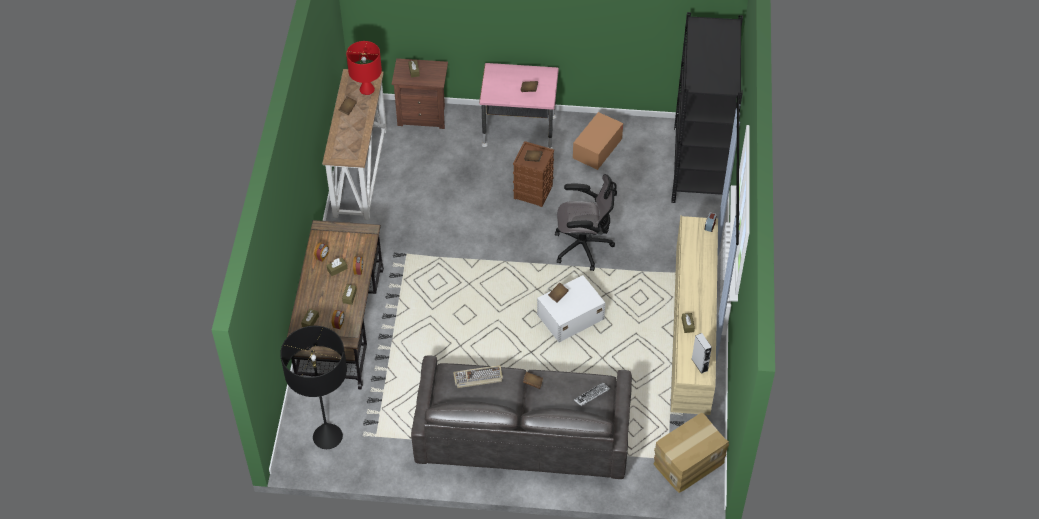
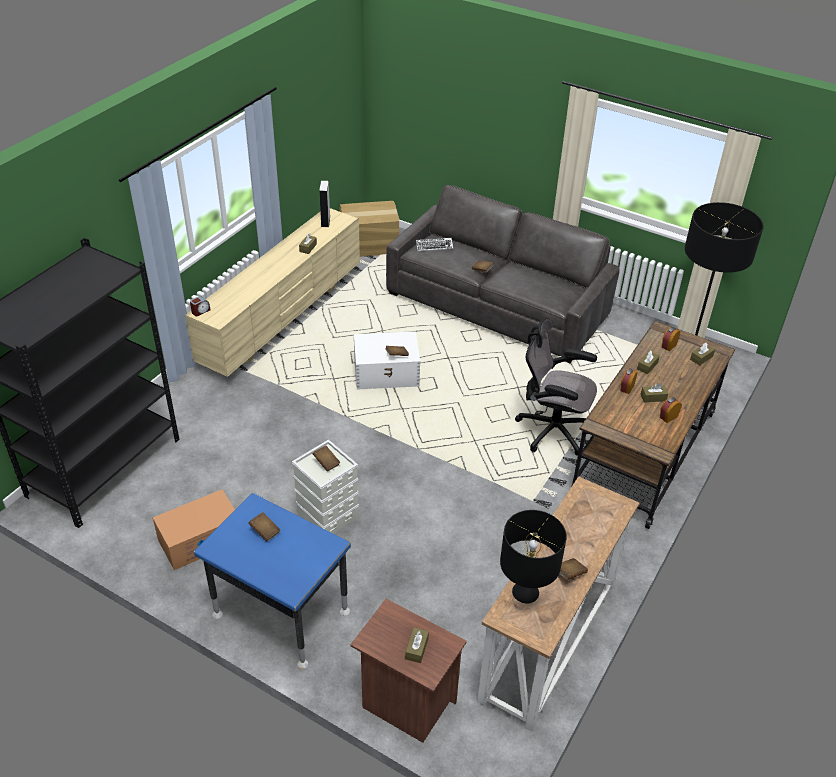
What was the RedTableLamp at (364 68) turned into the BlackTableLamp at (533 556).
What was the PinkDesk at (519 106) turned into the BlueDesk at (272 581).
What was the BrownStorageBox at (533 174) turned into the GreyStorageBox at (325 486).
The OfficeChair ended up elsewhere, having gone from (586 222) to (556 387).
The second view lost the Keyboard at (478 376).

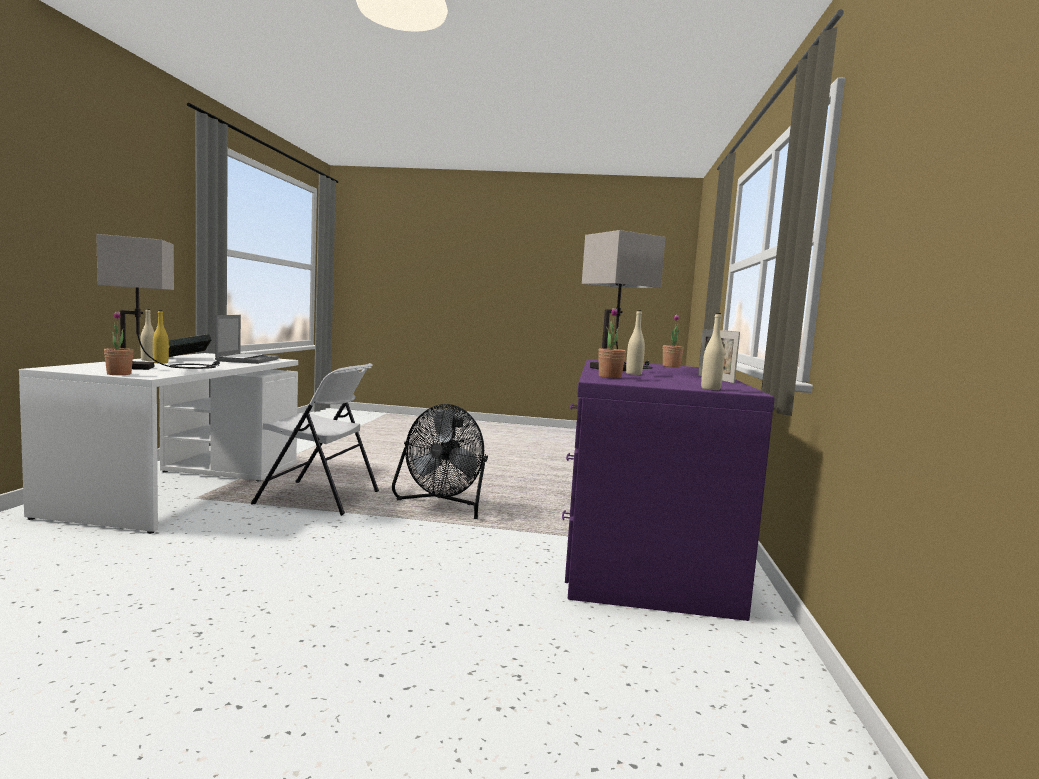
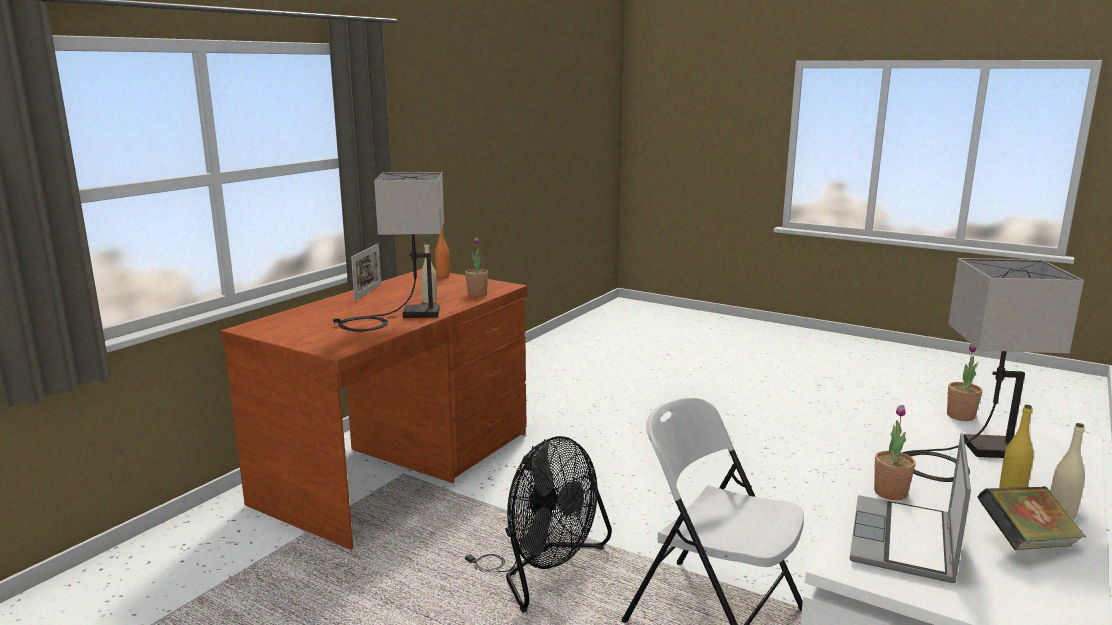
What was the BeigeBottle at (713 351) turned into the OrangeBottle at (442 252).
The PottedPlant ended up elsewhere, having gone from (673 341) to (895 452).
What was the PurpleDesk at (668 490) turned into the BrownDesk at (374 409).
The BlackFan at (440 461) ended up facing another way, 75 degrees clockwise from before.

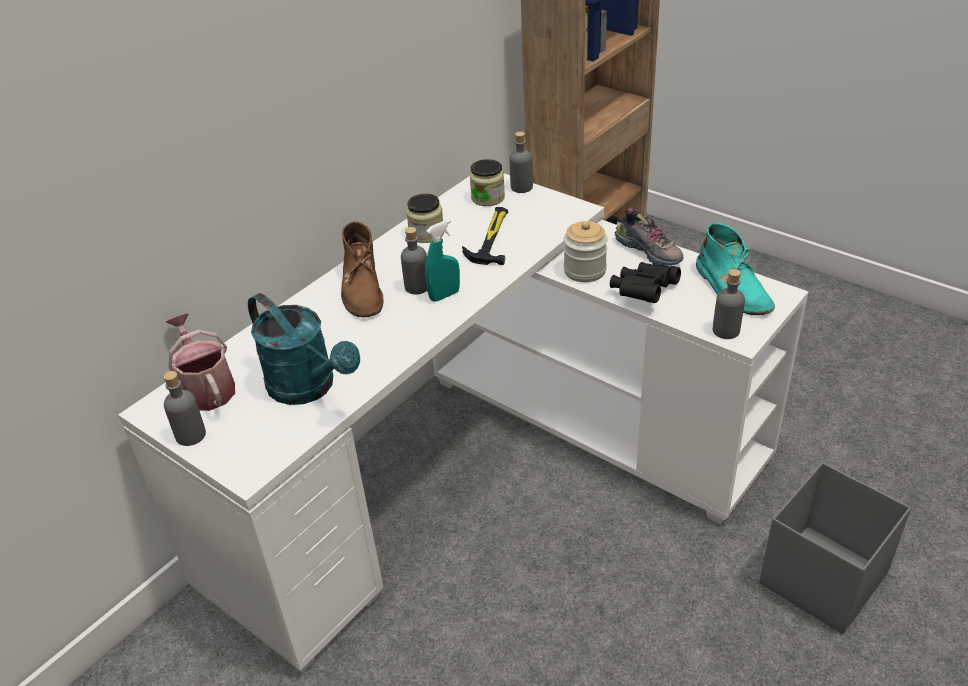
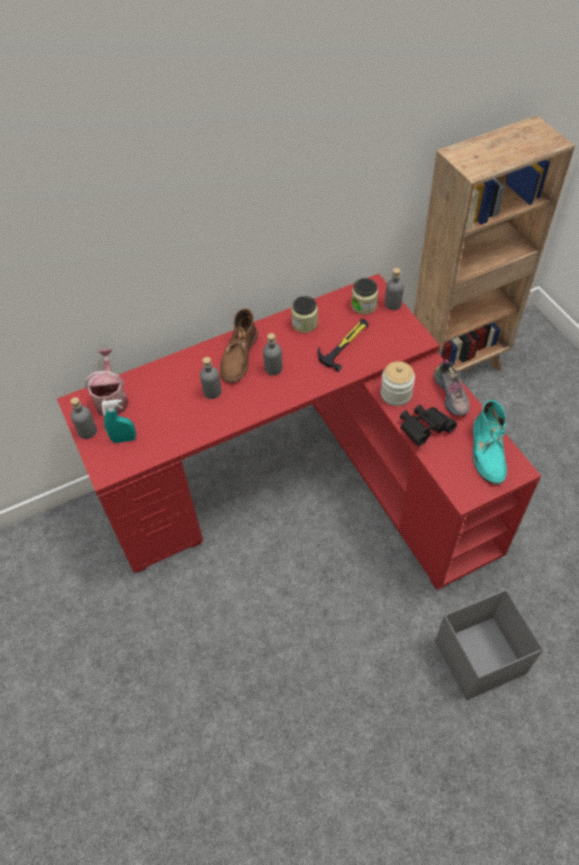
What was the WhiteDesk at (463 423) turned into the RedDesk at (299 432).
The TurquoiseSprayBottle ended up elsewhere, having gone from (442 260) to (119 421).
The GreyBottle ended up elsewhere, having gone from (729 304) to (211 378).
The second view lost the TurquoiseWateringCan at (304 349).

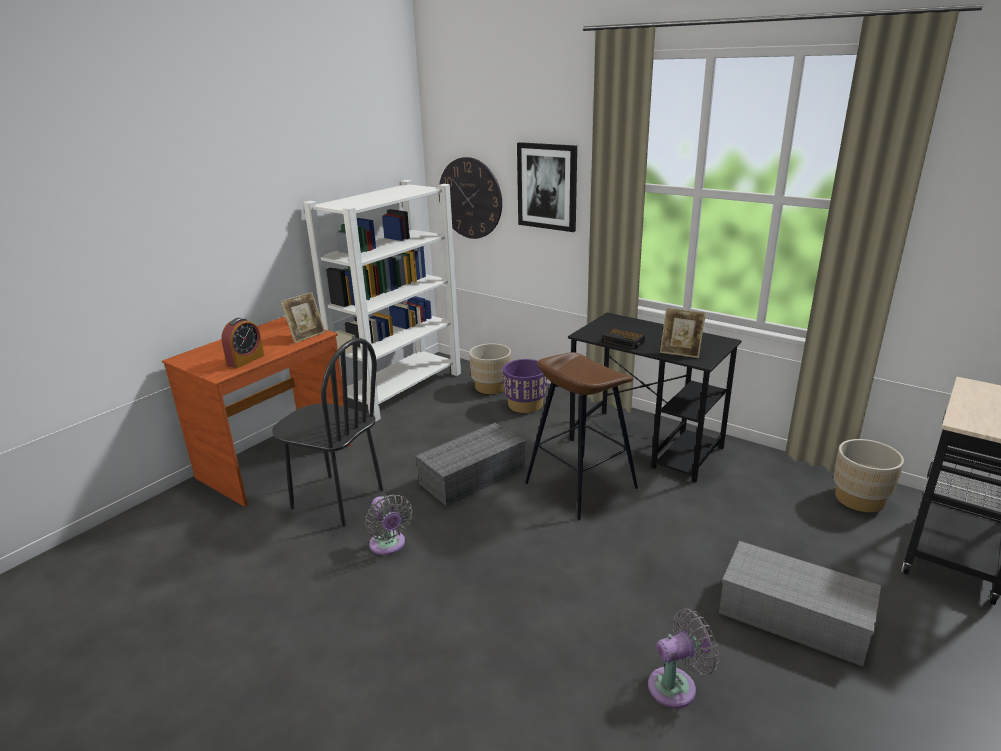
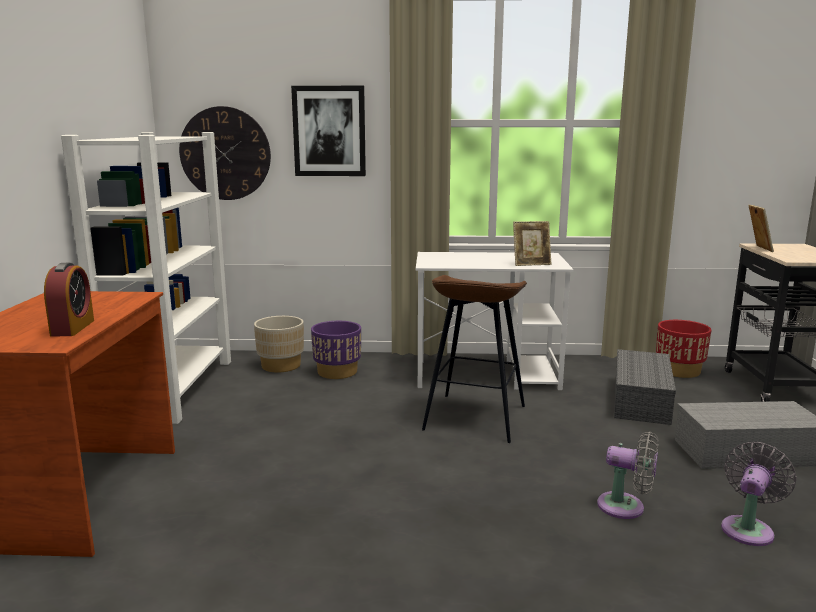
The PictureFrame ended up elsewhere, having gone from (302 317) to (761 228).
What was the BlackDesk at (654 397) turned into the WhiteDesk at (495 321).
The second view lost the AlarmClock at (623 339).
The second view lost the BlackChair at (327 432).
The GreyStorageBox ended up elsewhere, having gone from (470 464) to (645 387).
What was the BeigePlanter at (869 475) turned into the RedPlanter at (683 349).
The GreyFan ended up elsewhere, having gone from (389 524) to (628 475).

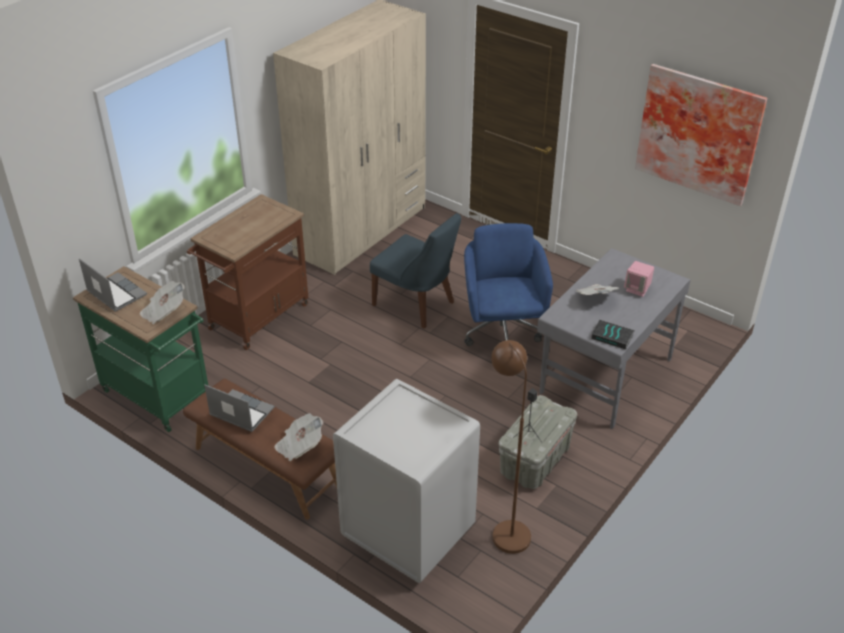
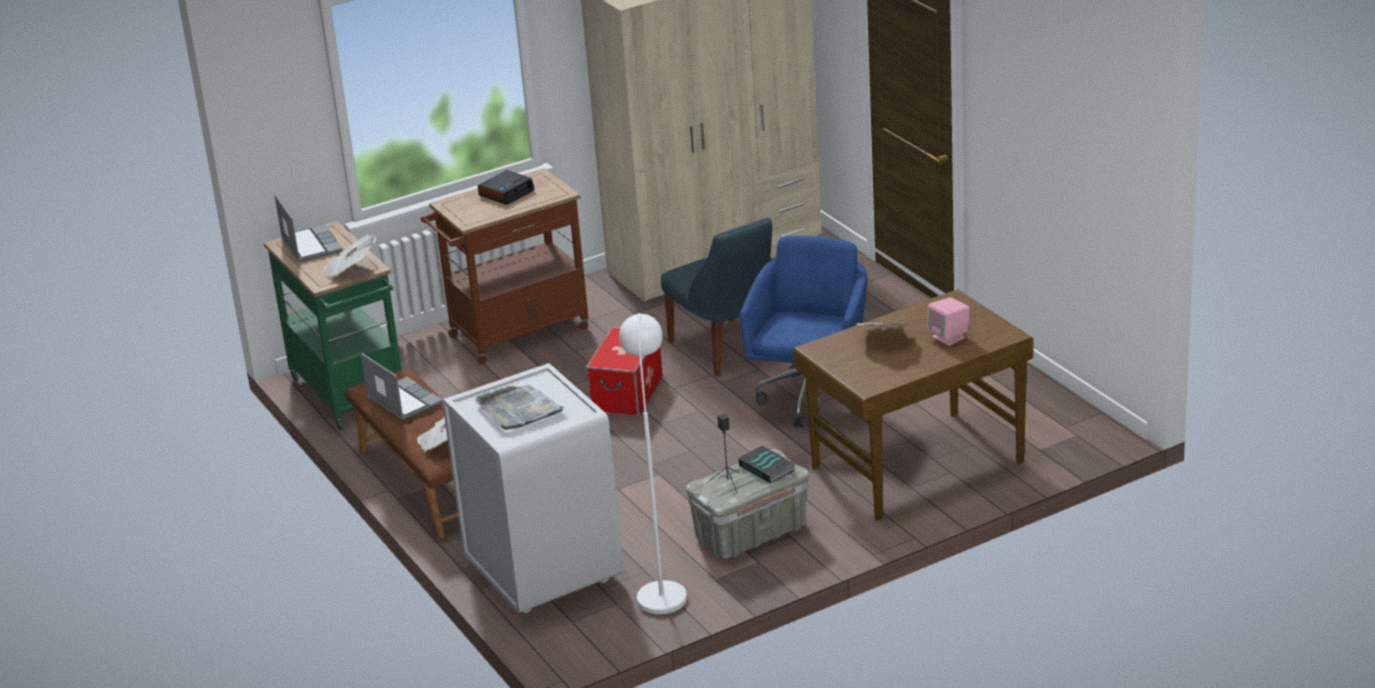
The second view lost the Picture at (701 135).
What was the GreyDesk at (614 338) turned into the BrownDesk at (913 405).
The Book ended up elsewhere, having gone from (613 335) to (766 464).
What was the BrownFloorLamp at (511 447) turned into the WhiteFloorLamp at (653 464).
The second view gained the AlarmClock at (506 187).
The second view gained the StorageBox at (624 372).
The second view gained the GreyTray at (520 407).

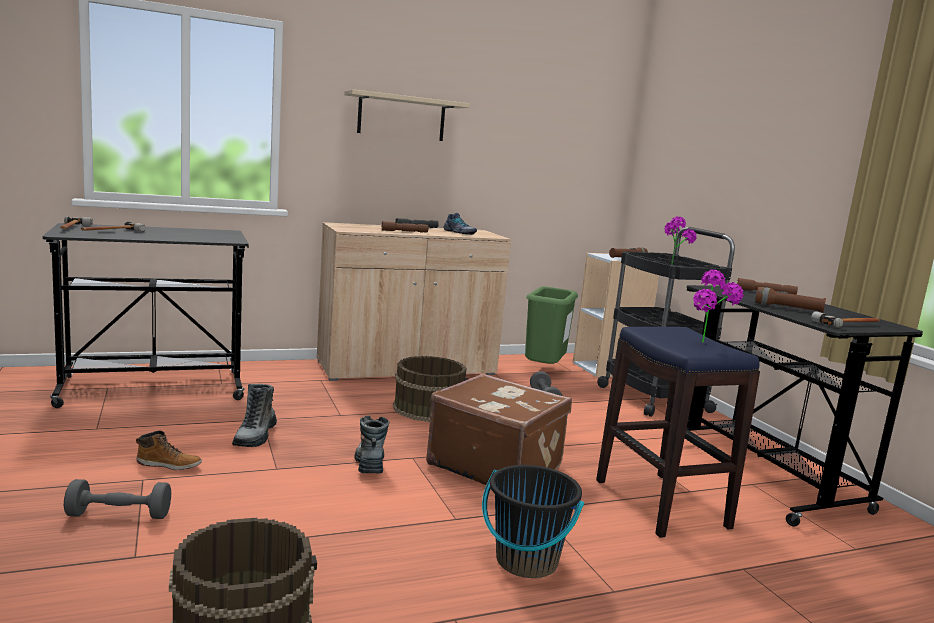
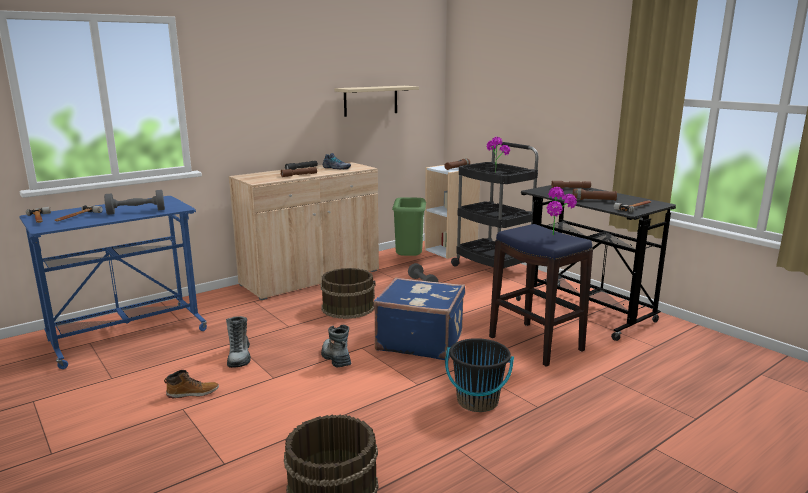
The BeigeShelf ended up elsewhere, having gone from (407 115) to (377 101).
What was the BlackDesk at (146 315) turned into the BlueDesk at (113 282).
What was the BrownSuitcase at (499 429) turned into the BlueSuitcase at (419 318).
The GreyDumbbell ended up elsewhere, having gone from (117 499) to (134 202).

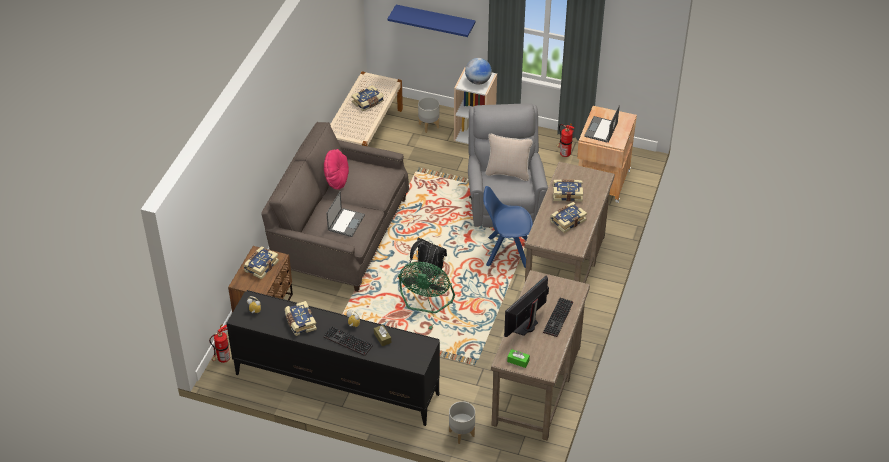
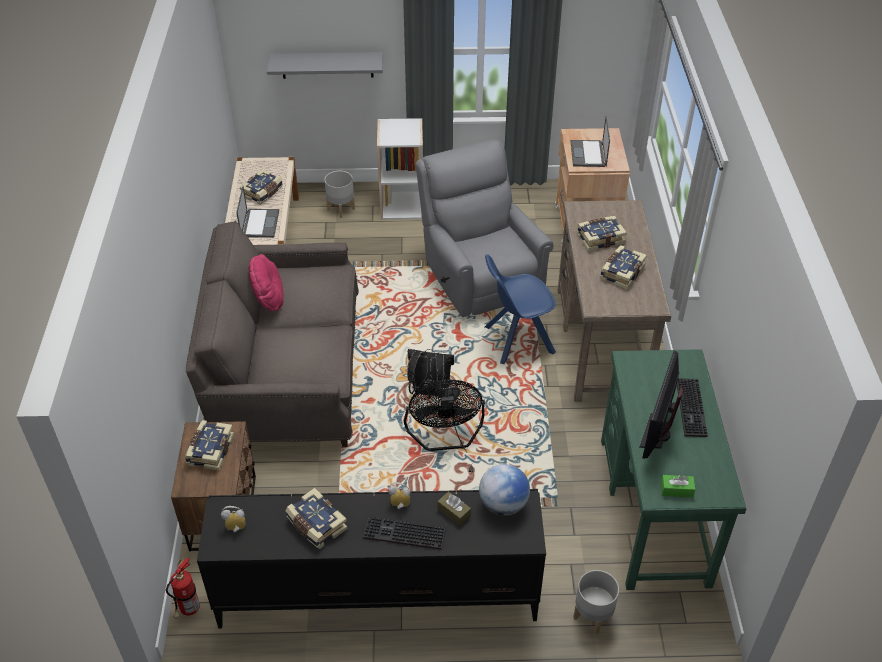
What was the BlueShelf at (431 21) turned into the GreyShelf at (325 65).
The Globe ended up elsewhere, having gone from (478 71) to (504 490).
The second view lost the FireExtinguisher at (565 140).
The second view lost the BeigePillow at (509 157).
The Laptop ended up elsewhere, having gone from (345 214) to (257 212).
What was the GreenFan at (426 296) turned into the BlackFan at (444 426).
What was the BrownDesk at (540 355) turned into the GreenDesk at (673 469).

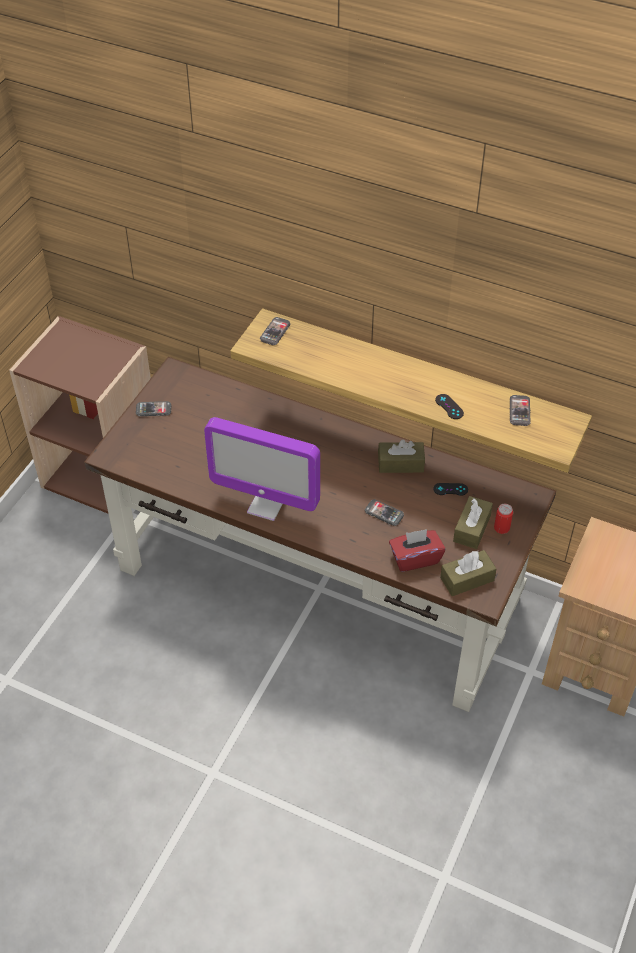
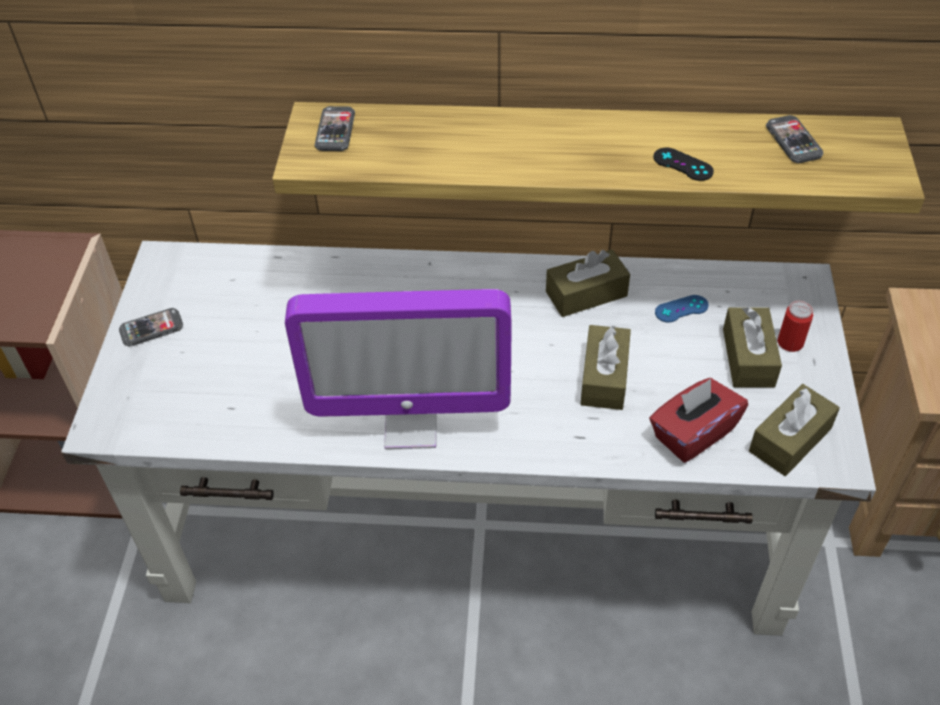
What was the BrownDesk at (320 534) turned into the WhiteDesk at (468 438).
What was the BlackGameController at (450 489) turned into the BlueGameController at (682 309).
Where the Phone stood at (384 512), the BrownTissueBox came to stand at (605 367).

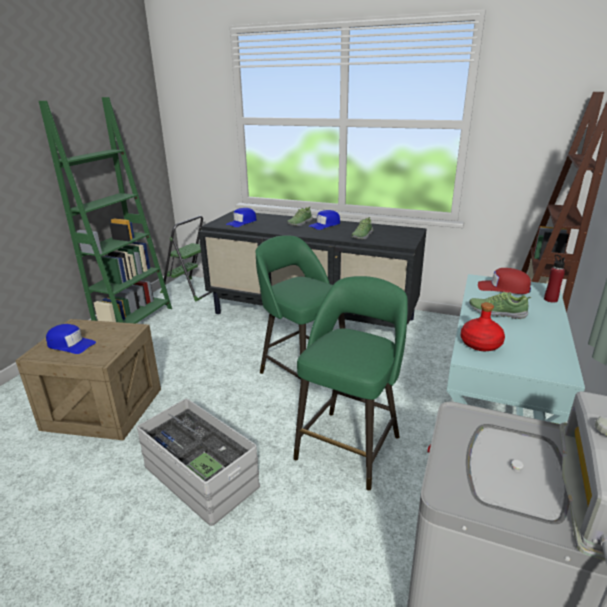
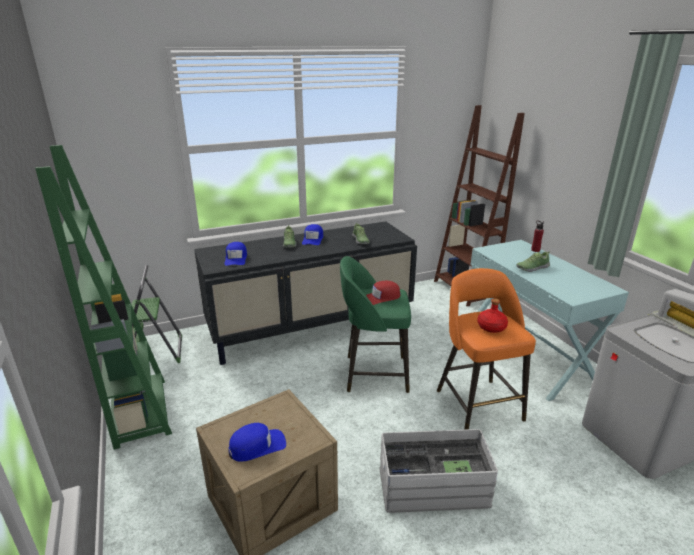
The RedCap ended up elsewhere, having gone from (504 281) to (383 293).
What was the GreenStool at (350 383) turned into the OrangeStool at (486 349).
The RedBottle ended up elsewhere, having gone from (483 327) to (492 315).

